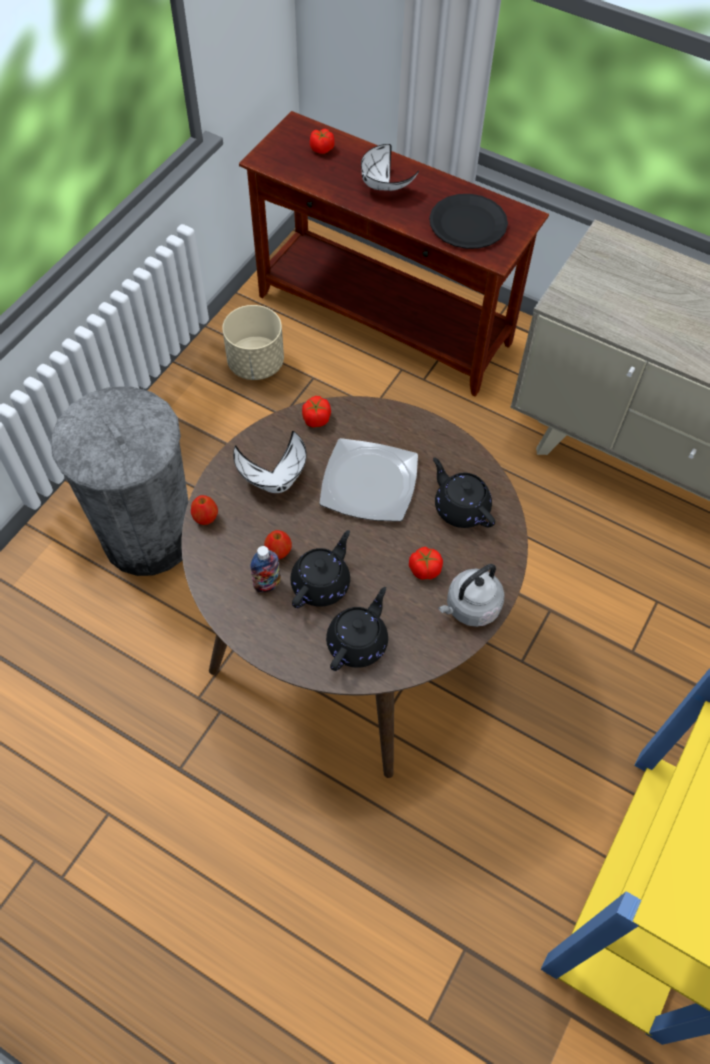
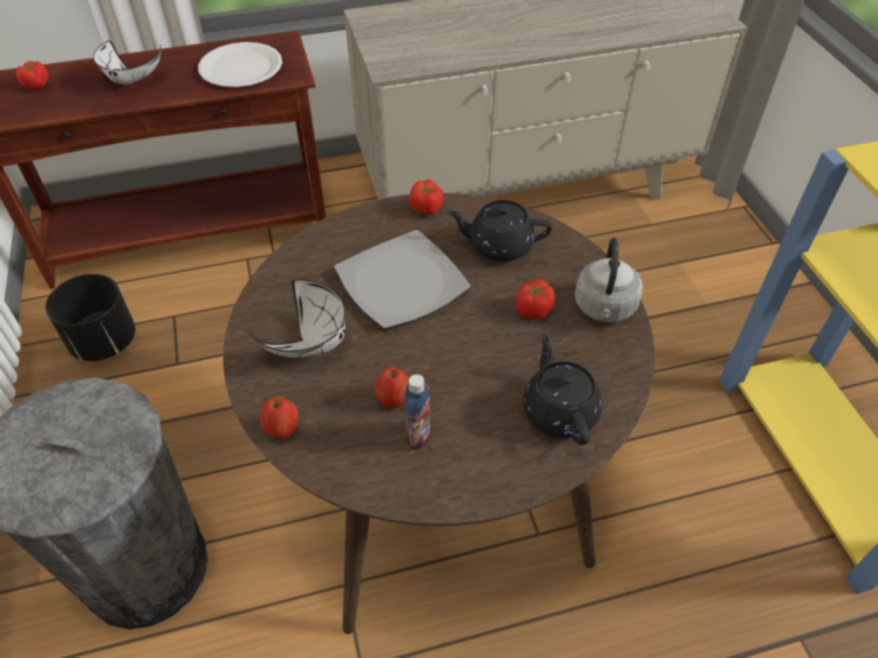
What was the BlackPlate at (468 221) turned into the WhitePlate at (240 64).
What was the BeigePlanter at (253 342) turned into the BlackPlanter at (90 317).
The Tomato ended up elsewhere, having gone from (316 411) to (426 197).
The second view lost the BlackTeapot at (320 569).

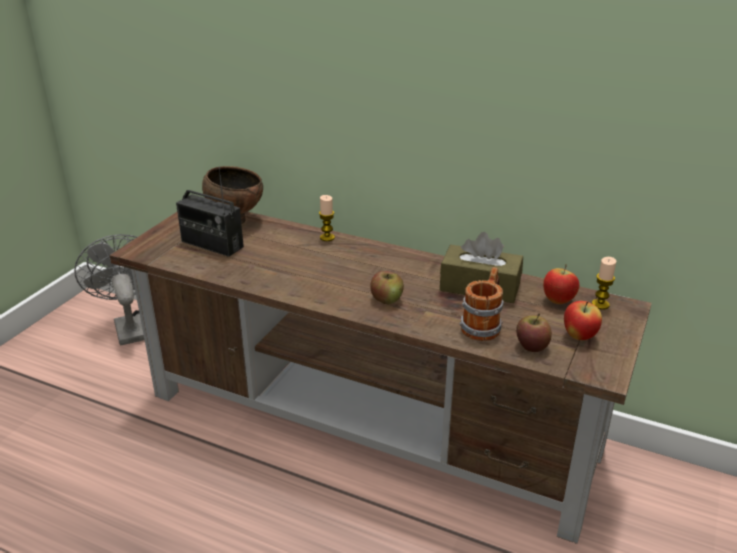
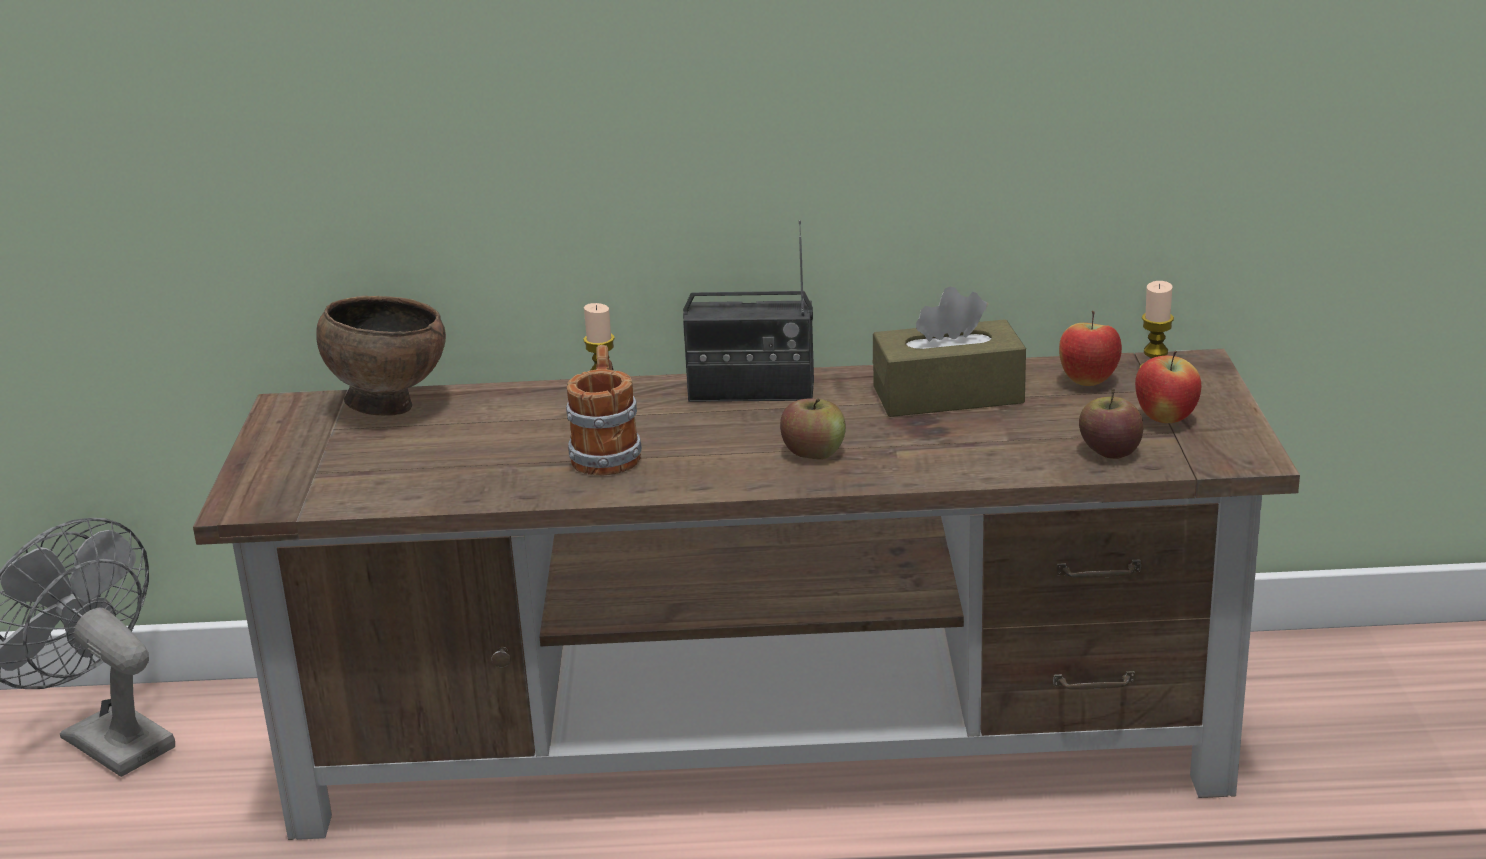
The Radio ended up elsewhere, having gone from (210 212) to (748 311).
The Mug ended up elsewhere, having gone from (482 304) to (604 410).

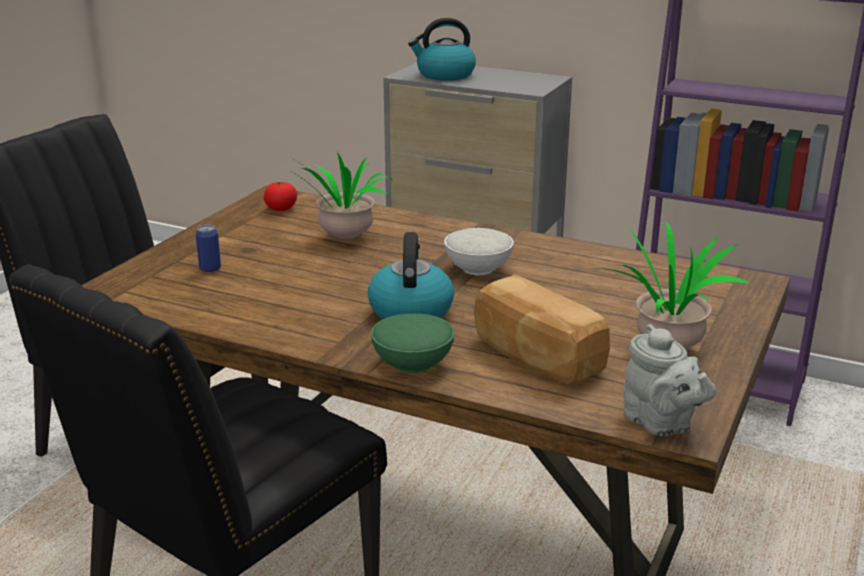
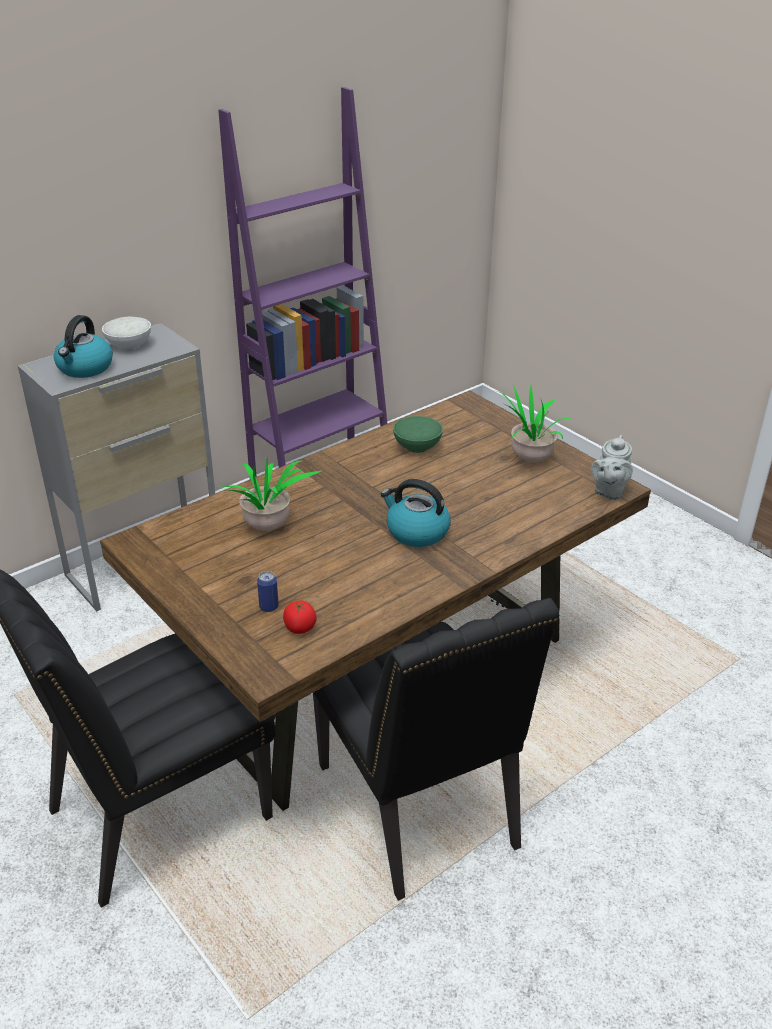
The Tomato ended up elsewhere, having gone from (280 196) to (300 617).
The WhiteBowl ended up elsewhere, having gone from (479 251) to (126 334).
The second view lost the Bread at (542 329).
The GreenBowl ended up elsewhere, having gone from (413 343) to (418 434).
The GreyTeapot at (669 380) ended up facing another way, 120 degrees clockwise from before.

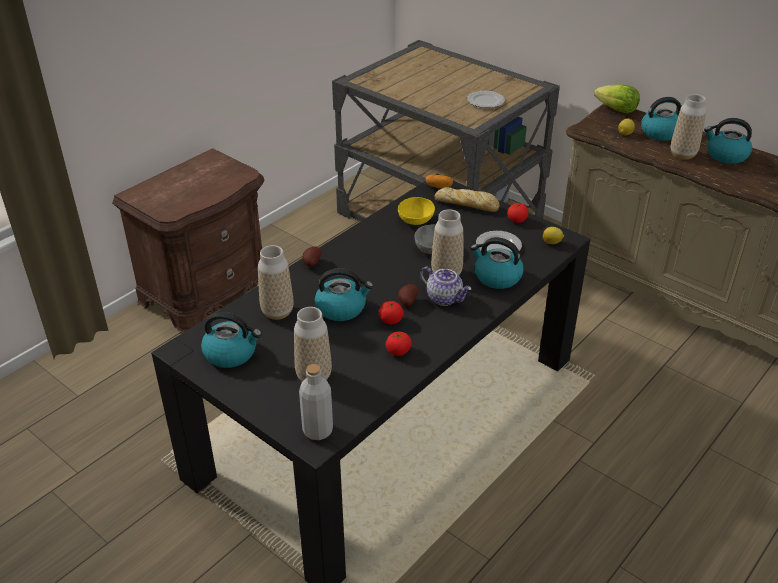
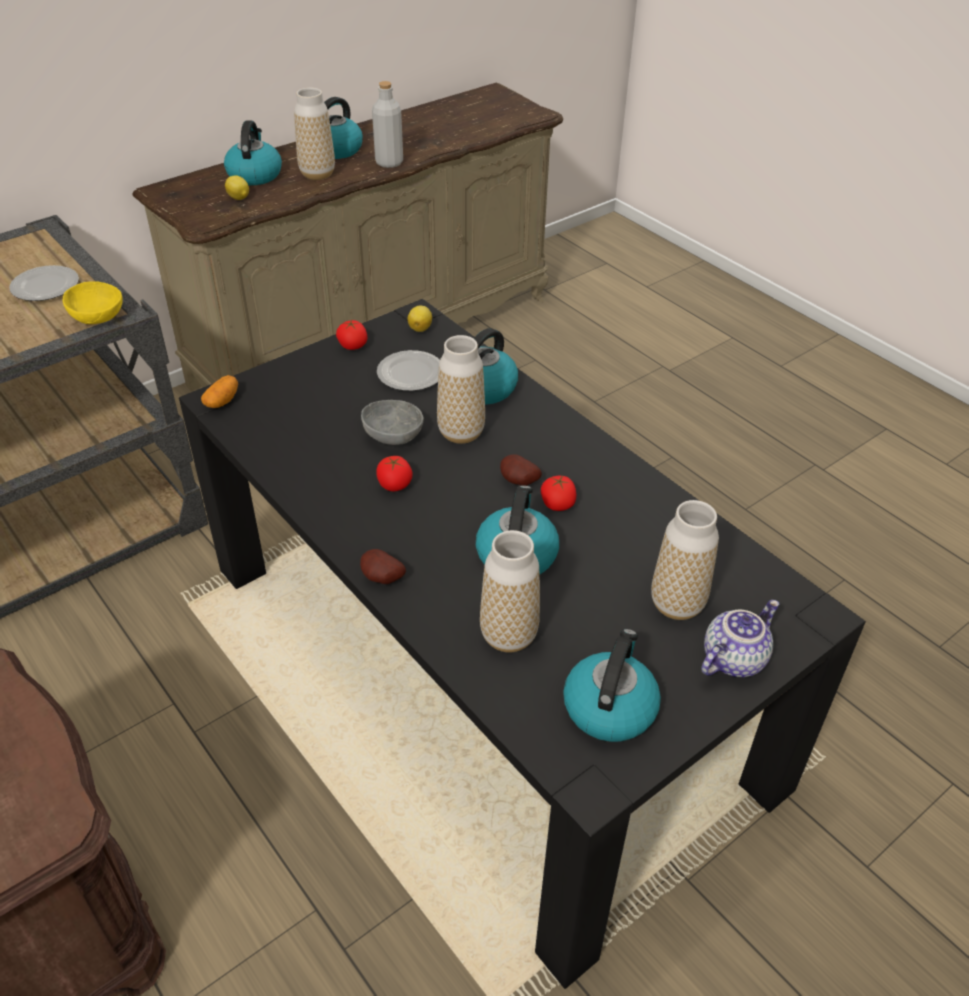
The second view lost the Lettuce at (617 98).
The second view lost the Bread at (467 199).
The YellowBowl ended up elsewhere, having gone from (416 211) to (93 302).
The Teapot ended up elsewhere, having gone from (445 286) to (740 638).
The Tomato ended up elsewhere, having gone from (398 344) to (394 473).
The GreyBottle ended up elsewhere, having gone from (316 402) to (387 124).

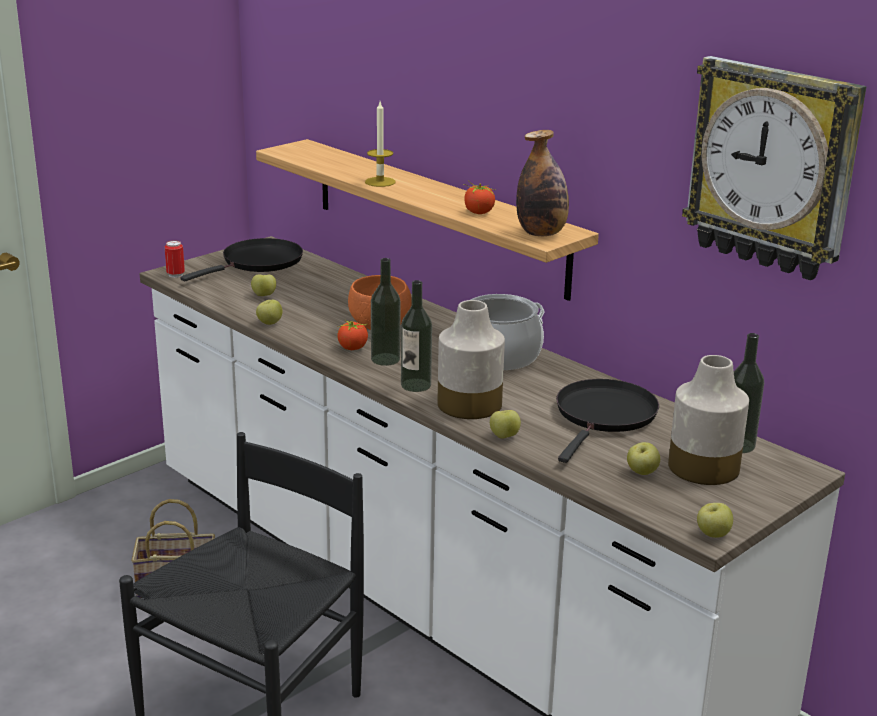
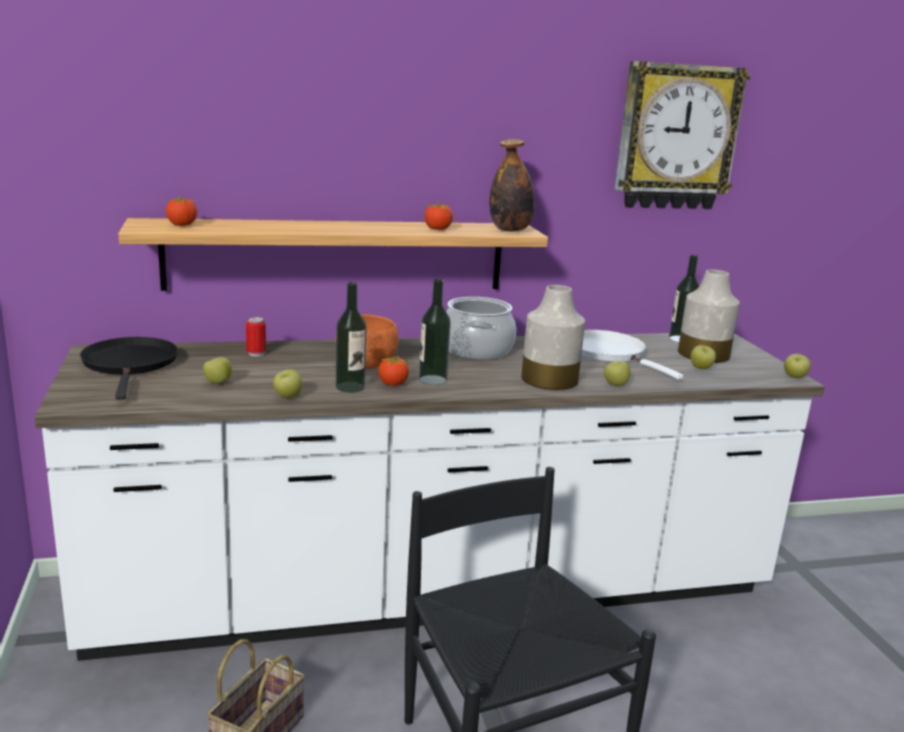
The second view lost the Candle at (380 144).
The Can ended up elsewhere, having gone from (175 259) to (256 336).
The Bottle ended up elsewhere, having gone from (416 336) to (351 337).
What was the BlackFryingPan at (607 421) turned into the WhiteFryingPan at (632 354).
The second view gained the Tomato at (181 211).

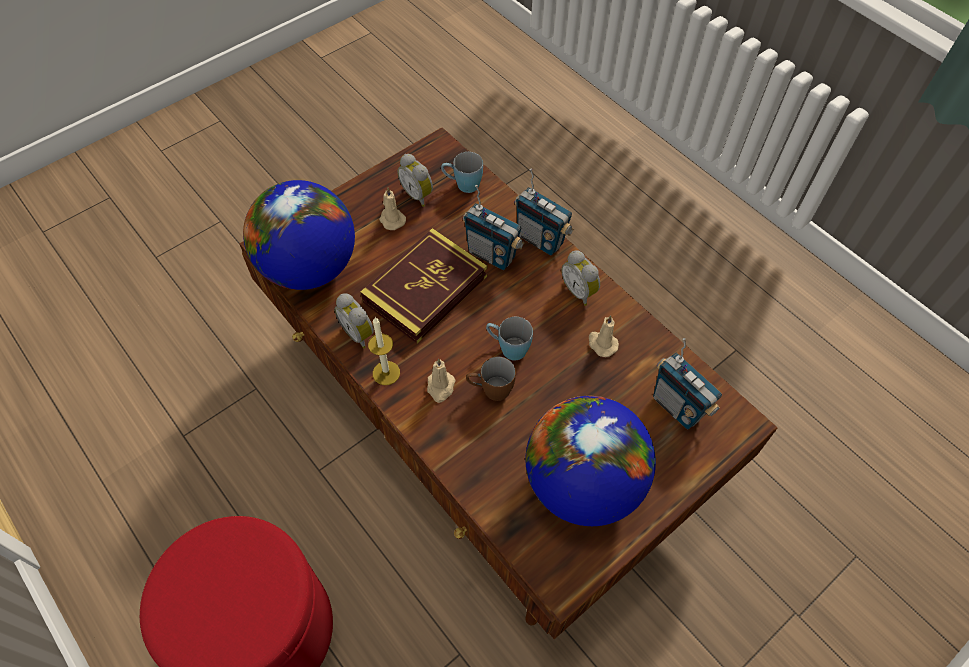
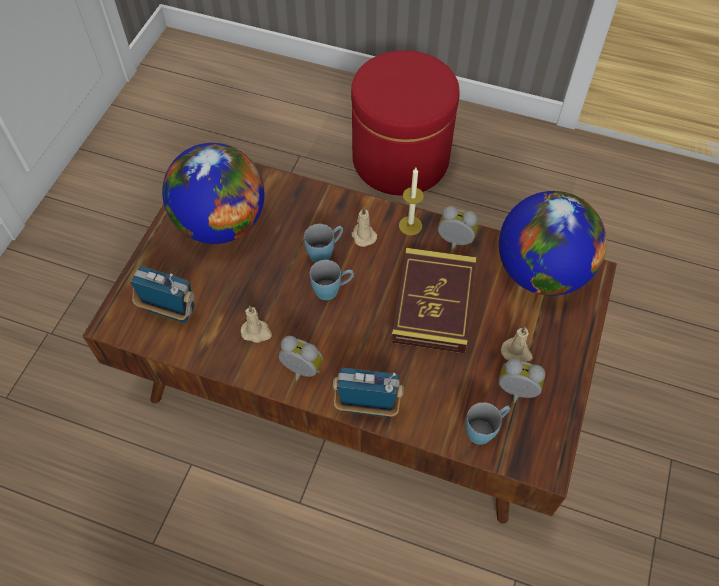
The second view lost the Radio at (494 227).
What was the BrownMug at (491 378) turned into the BlueMug at (323 243).

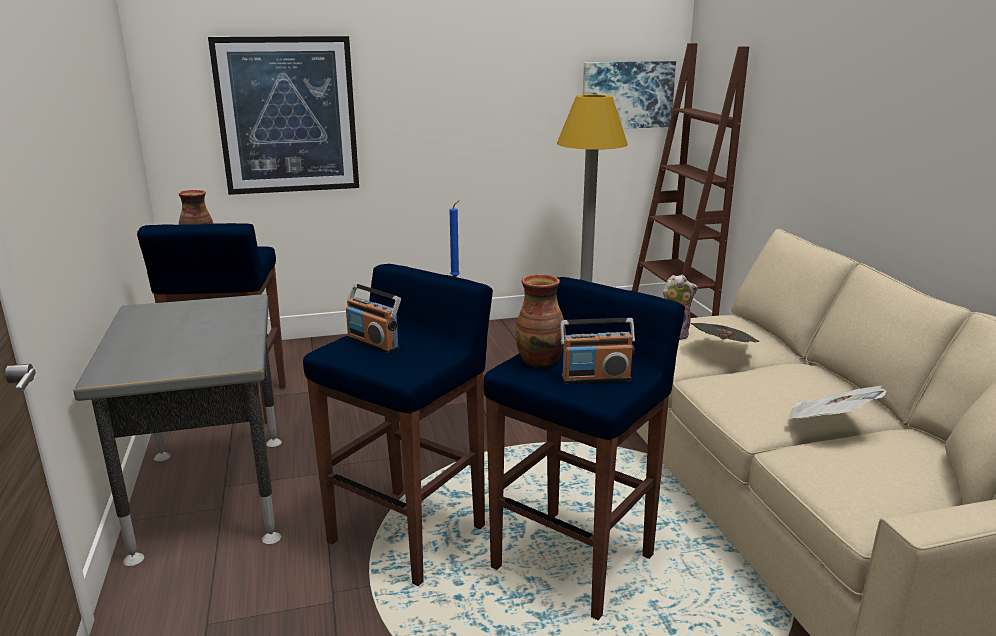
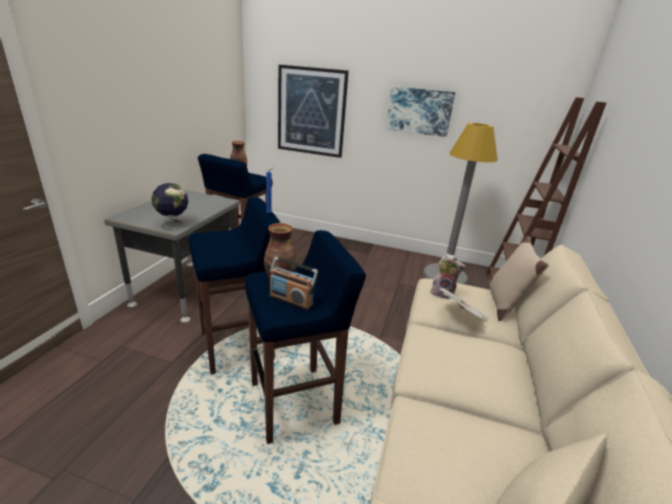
The Picture ended up elsewhere, having gone from (629 95) to (421 111).
The second view lost the Radio at (373 318).
The second view lost the Newspaper at (837 403).
The second view gained the Globe at (169 206).
The second view gained the BeigePillow at (518 278).

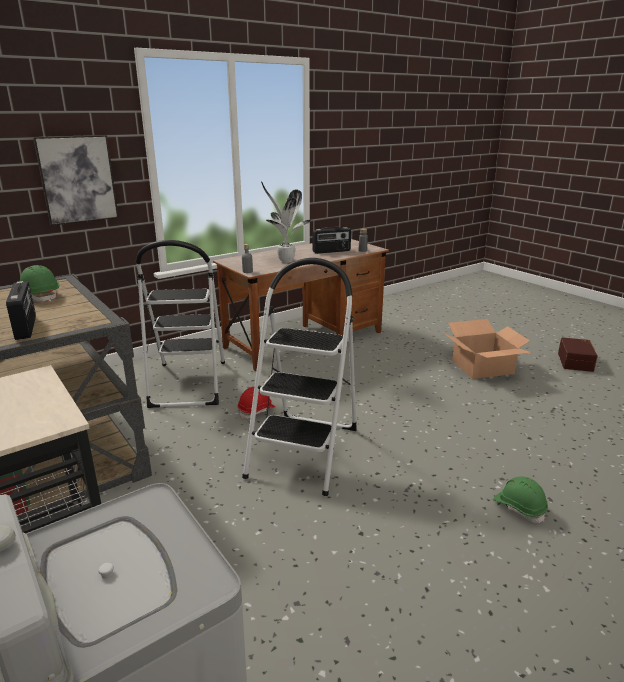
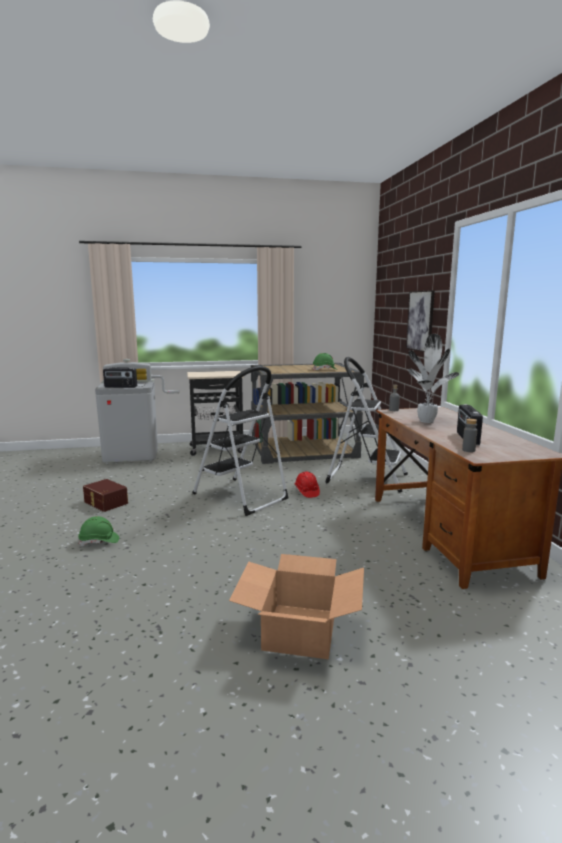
The Radio ended up elsewhere, having gone from (21 310) to (120 377).
The BrownStorageBox ended up elsewhere, having gone from (578 354) to (105 495).

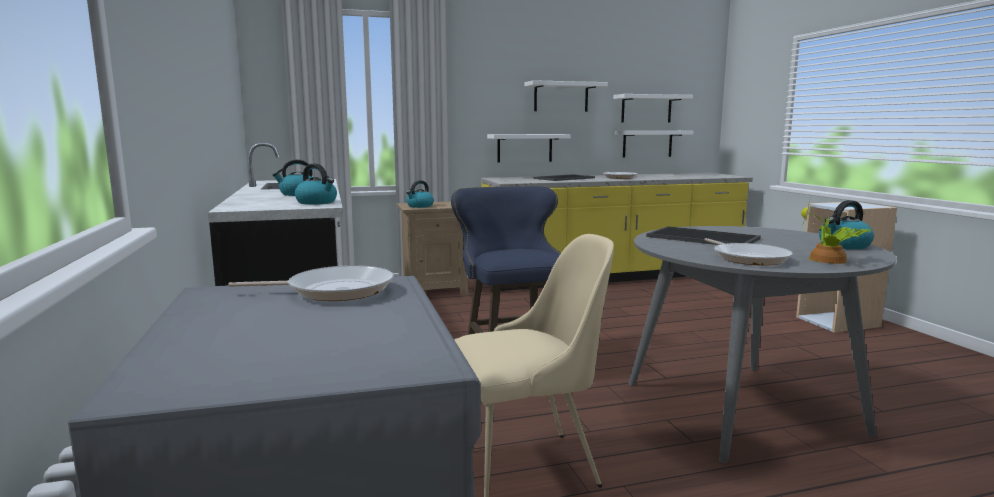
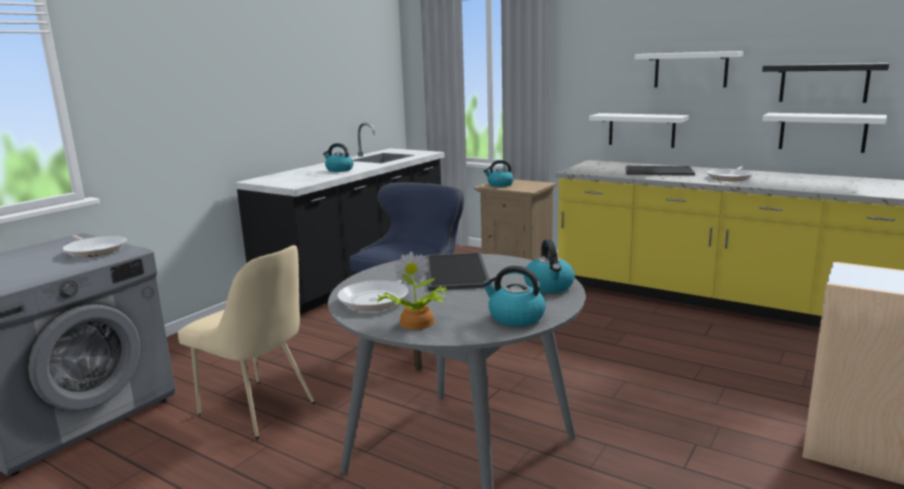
What was the WhiteShelf at (653 108) turned into the BlackShelf at (825 83).
The Kettle ended up elsewhere, having gone from (316 184) to (549 266).

